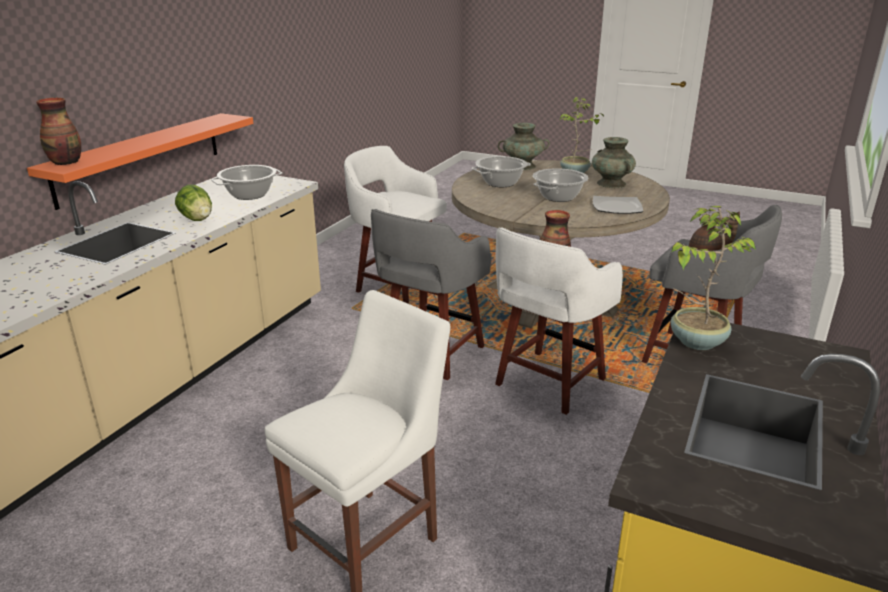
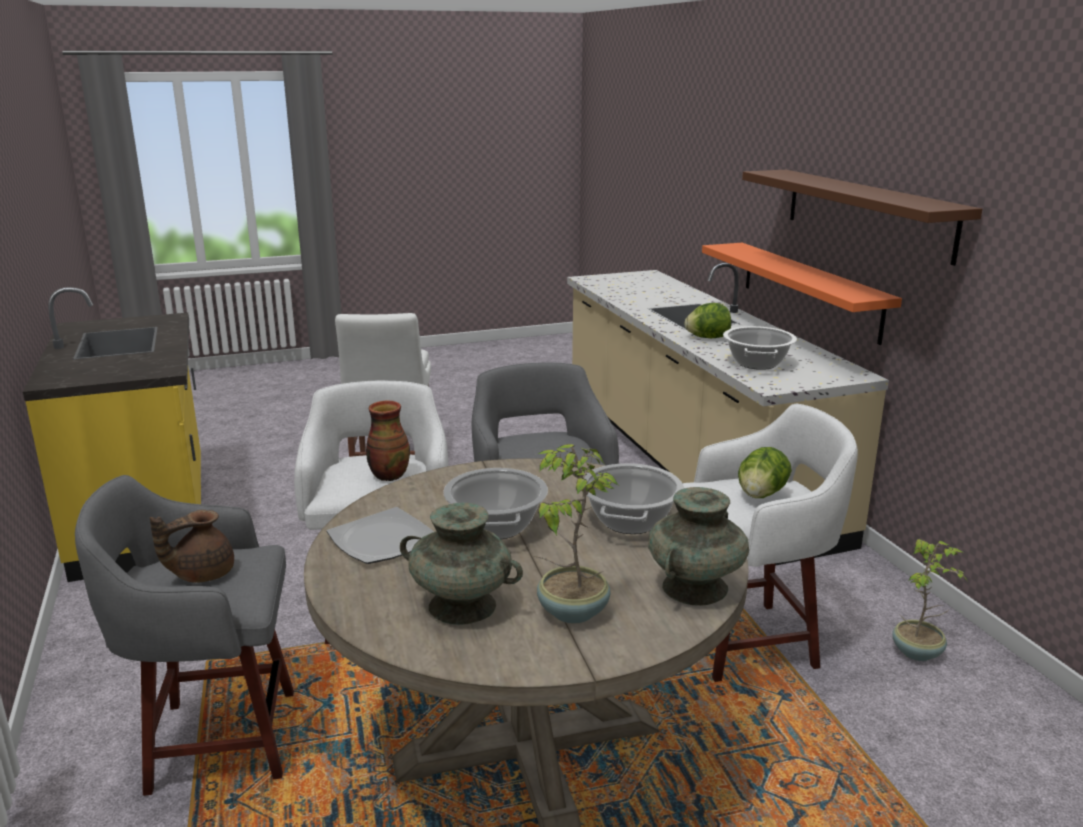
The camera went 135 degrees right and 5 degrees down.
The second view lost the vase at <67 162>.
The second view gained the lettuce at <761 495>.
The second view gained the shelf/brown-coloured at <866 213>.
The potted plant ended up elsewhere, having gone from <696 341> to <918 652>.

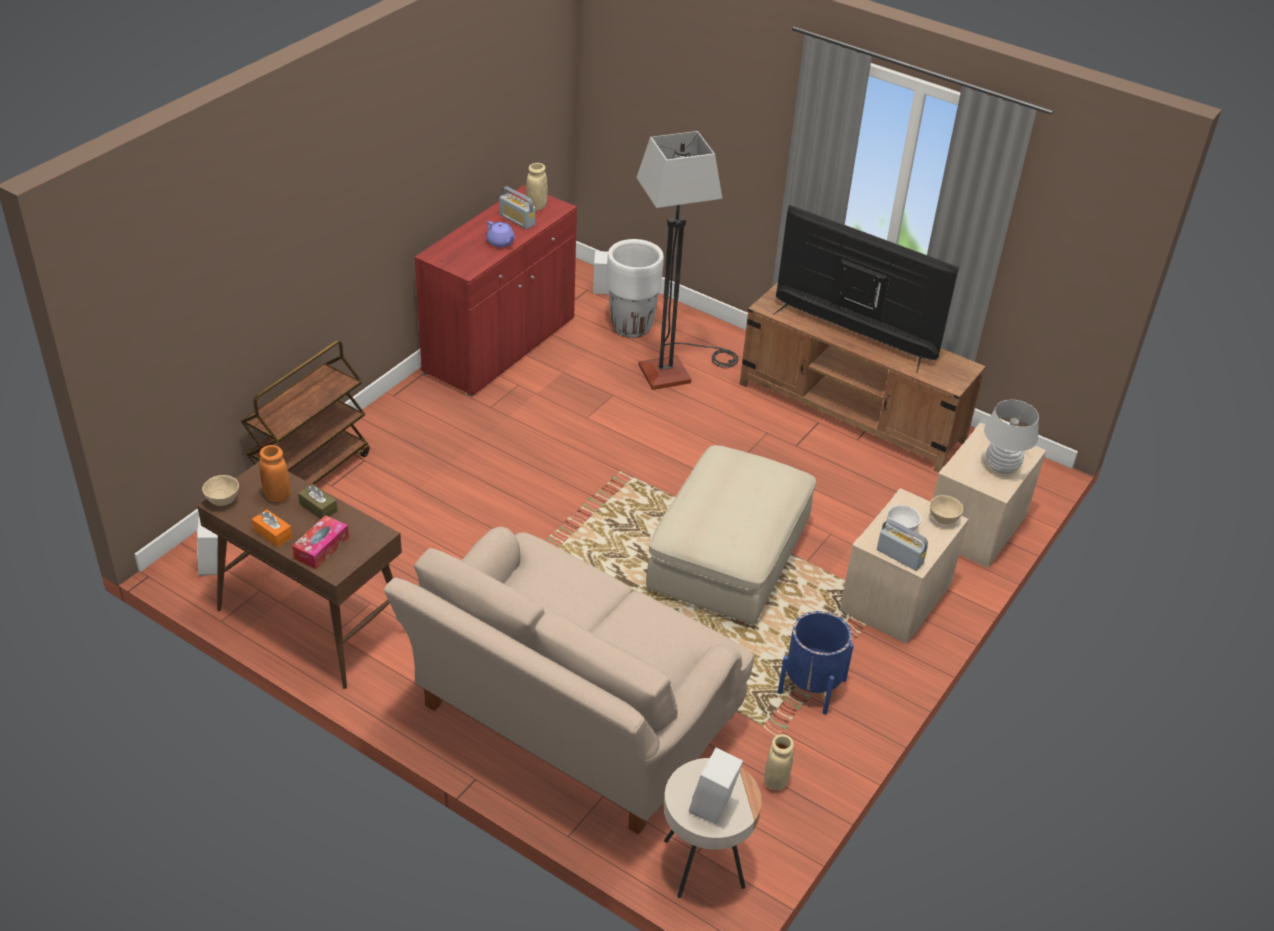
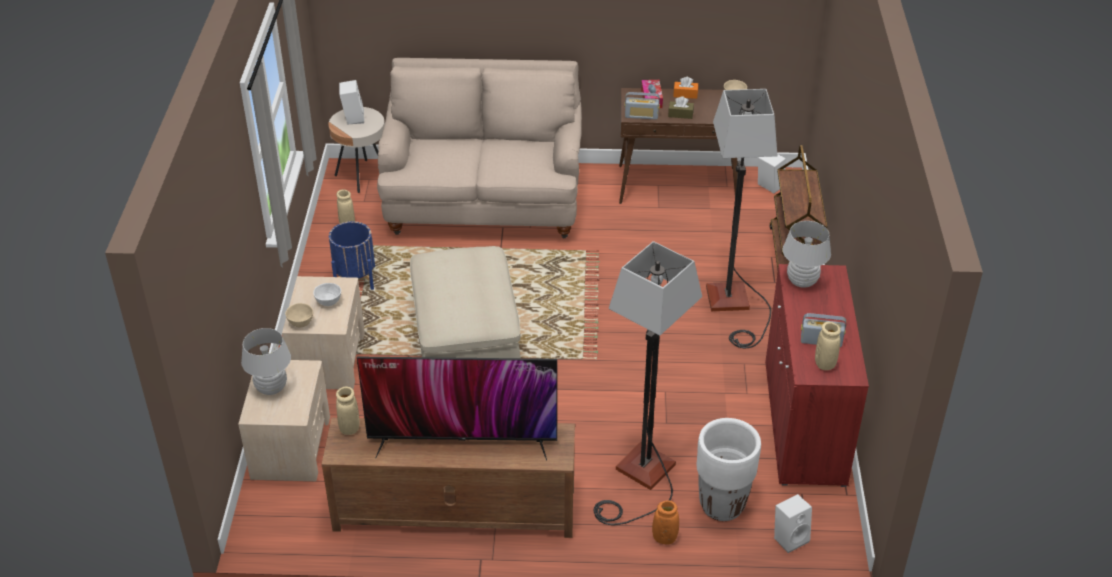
The camera went 150 degrees right and 0 degrees up.
The second view lost the pot for tea/purple at <501 242>.
The second view gained the vase/sand-coloured at <349 428>.
The second view gained the standard lamp at <733 307>.
The second view gained the table lamp/white at <802 282>.
The vase/orangey ended up elsewhere, having gone from <277 495> to <664 538>.
The radio ended up elsewhere, having gone from <899 556> to <641 116>.

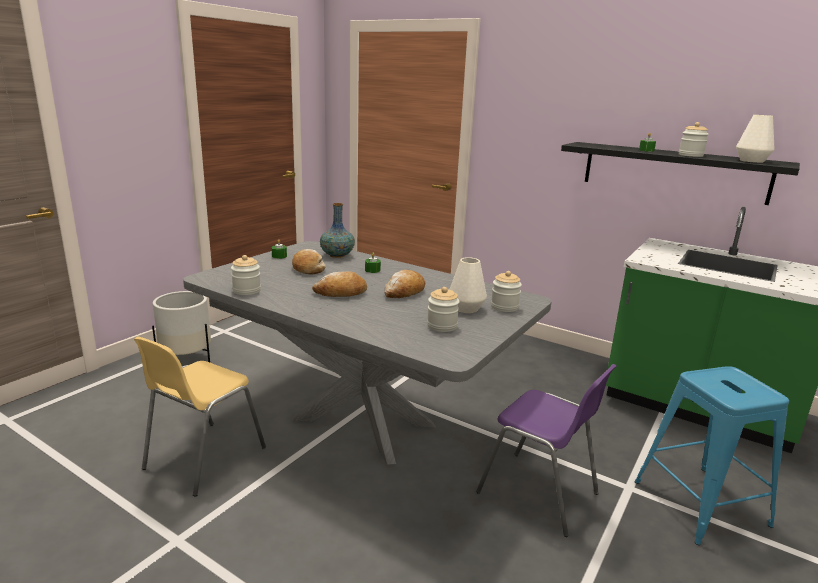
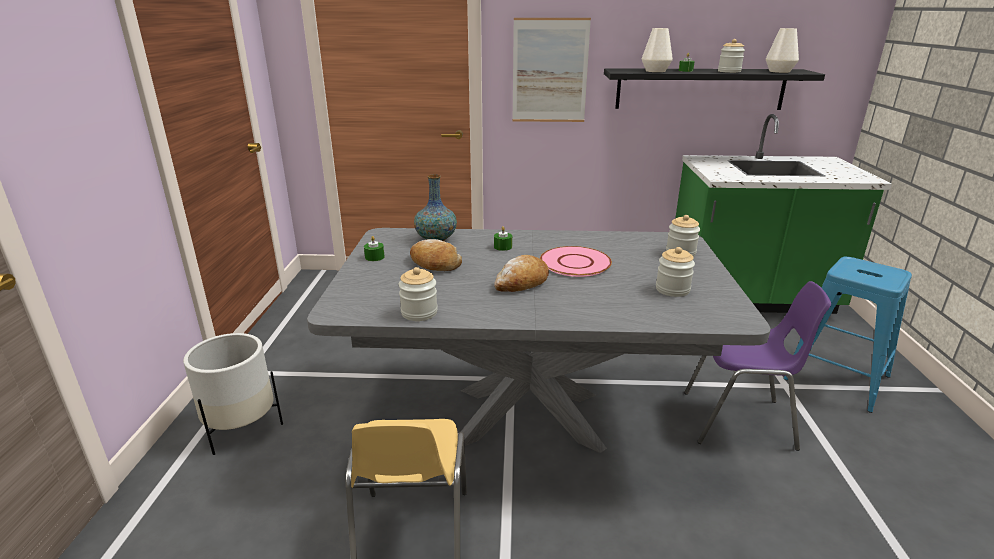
The camera went 30 degrees left and 5 degrees up.
The second view gained the wall art at <550 71>.
The vase/white ended up elsewhere, having gone from <466 308> to <655 71>.
Where the baked bread stood at <404 292>, the flat dish/pinkish came to stand at <575 263>.

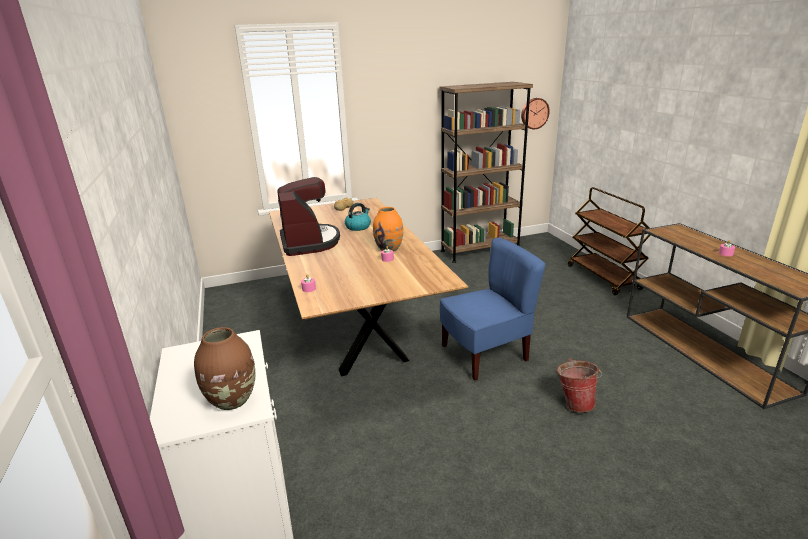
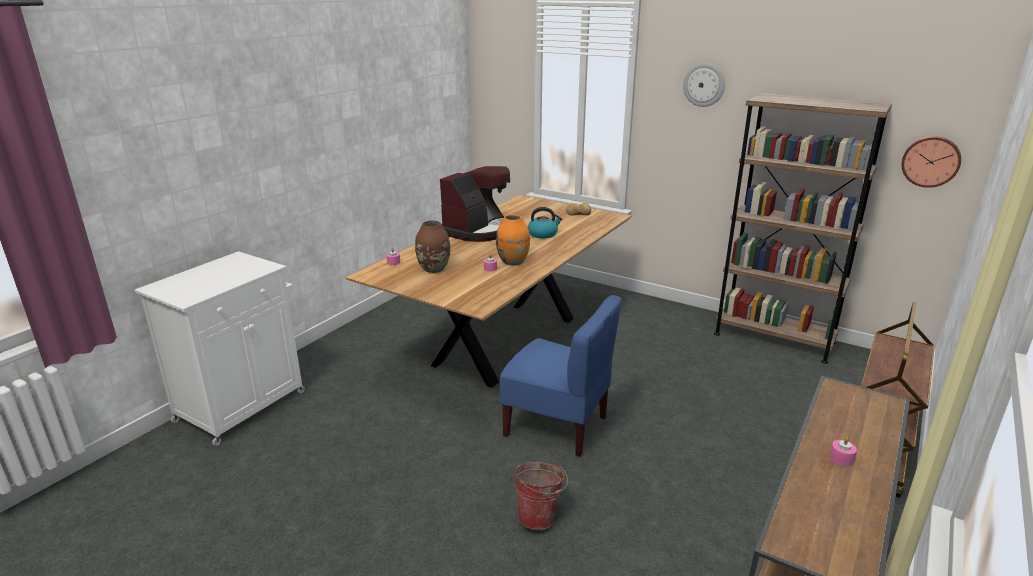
The camera went 50 degrees right and 0 degrees up.
The second view gained the wall clock at <704 85>.
The vase/brown-coloured ended up elsewhere, having gone from <232 400> to <434 269>.

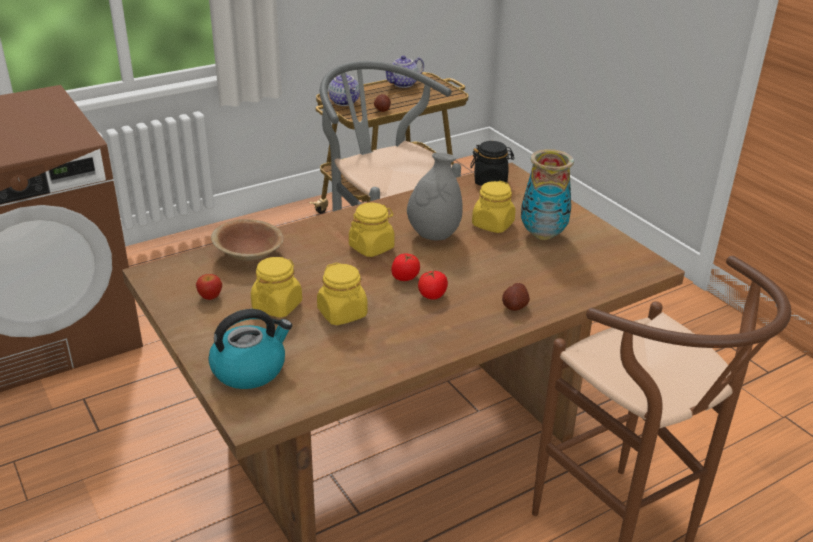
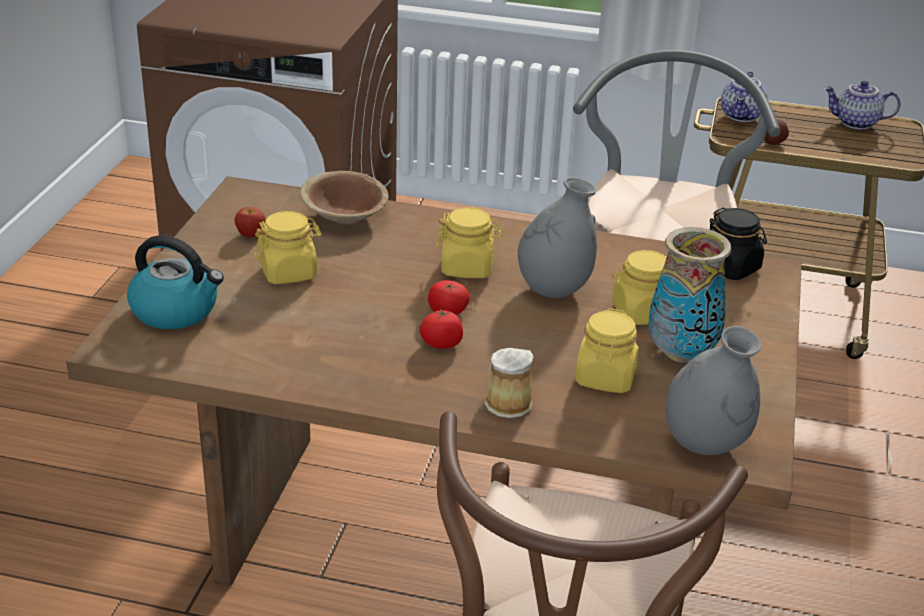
The camera went 45 degrees right and 0 degrees up.
The second view gained the vase/gray at <705 444>.
The storage jar/yellow ended up elsewhere, having gone from <342 313> to <605 378>.
Where the spud stood at <515 306>, the tea mug came to stand at <506 402>.

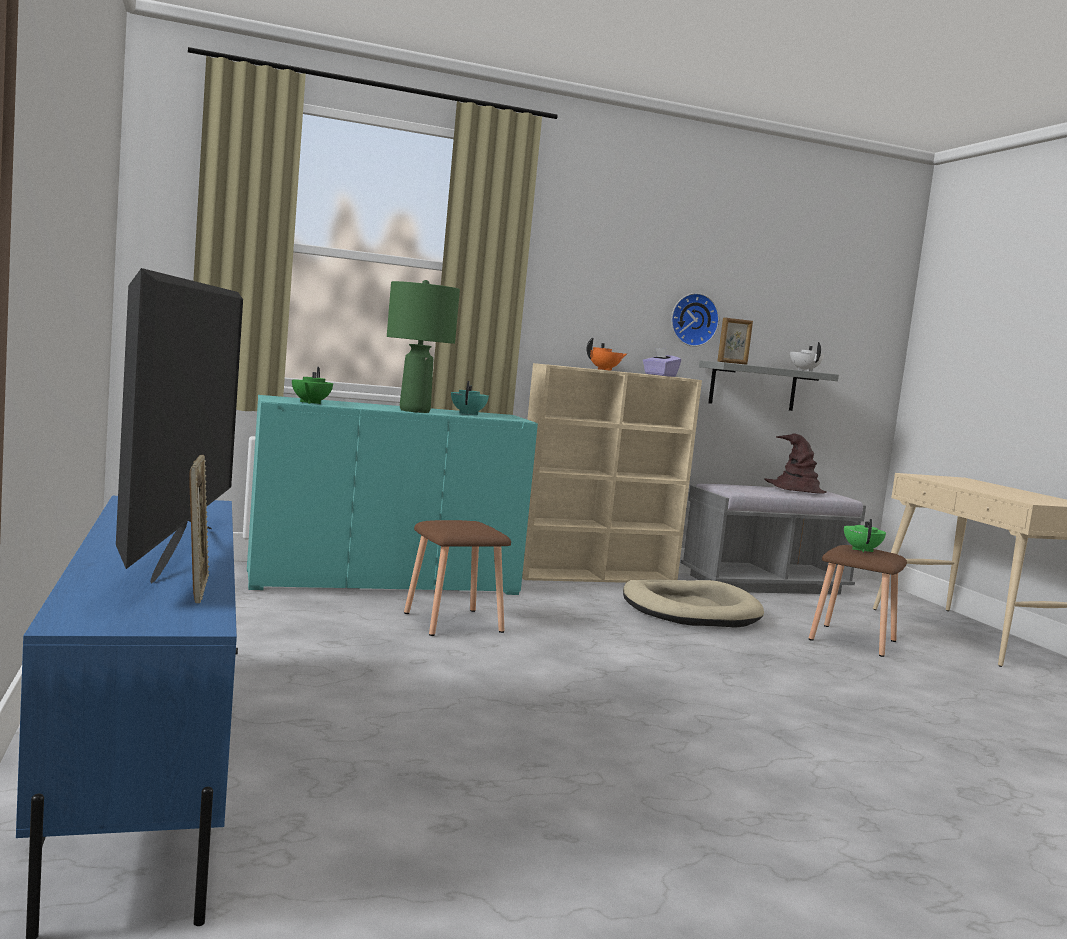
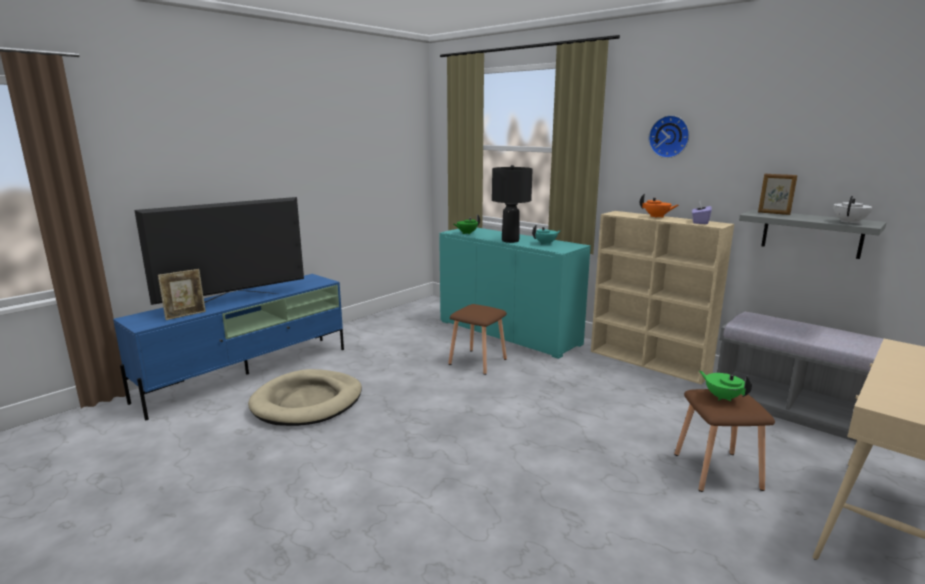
The camera went 60 degrees right and 10 degrees up.
The second view lost the wearable hat/brown-coloured at <794 489>.
The dog bed/sand-coloured ended up elsewhere, having gone from <690 610> to <308 402>.
The wall clock ended up elsewhere, having gone from <693 319> to <669 136>.
What was the table lamp/green at <415 411> turned into the table lamp/black-coloured at <510 241>.
The pot for tea/green at <862 550> ended up facing another way, 105 degrees counterclockwise from before.

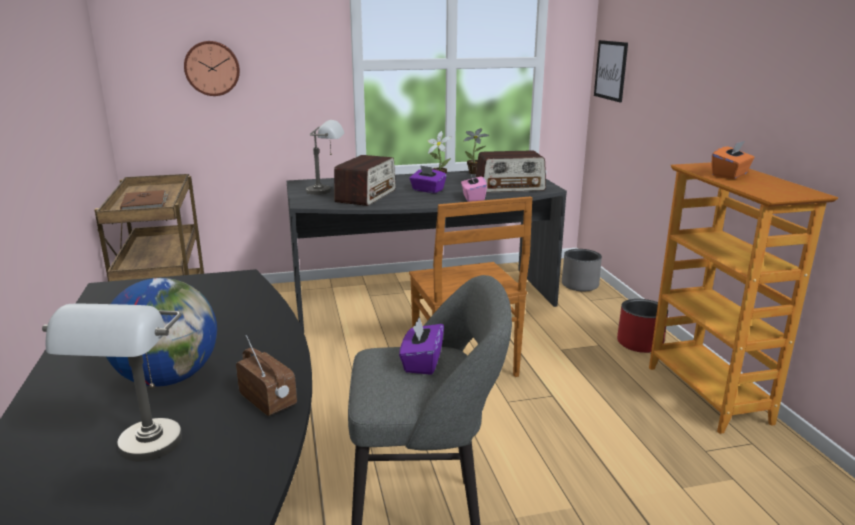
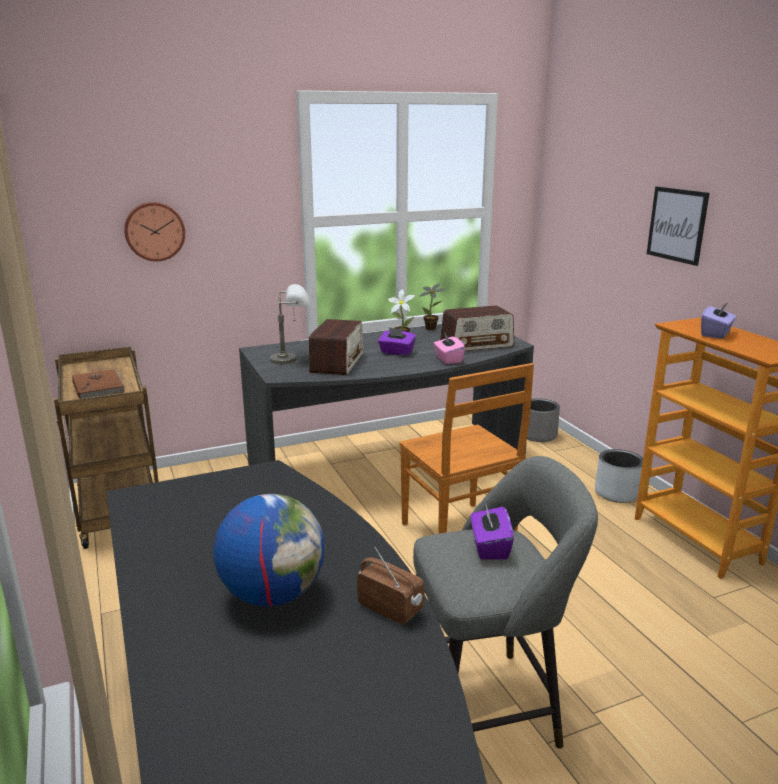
The camera went 10 degrees left and 0 degrees up.
The second view lost the table lamp/gray at <143 456>.
The wall art ended up elsewhere, having gone from <611 70> to <677 225>.
What was the planter/red-coloured at <639 343> turned into the planter/gray at <617 493>.
What was the tissue box/orangey at <730 175> turned into the tissue box/purple at <716 334>.

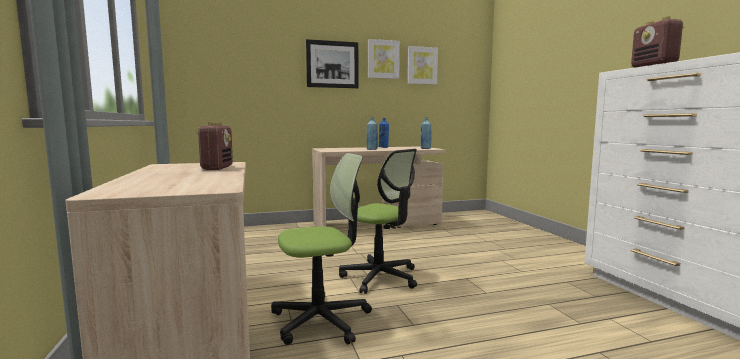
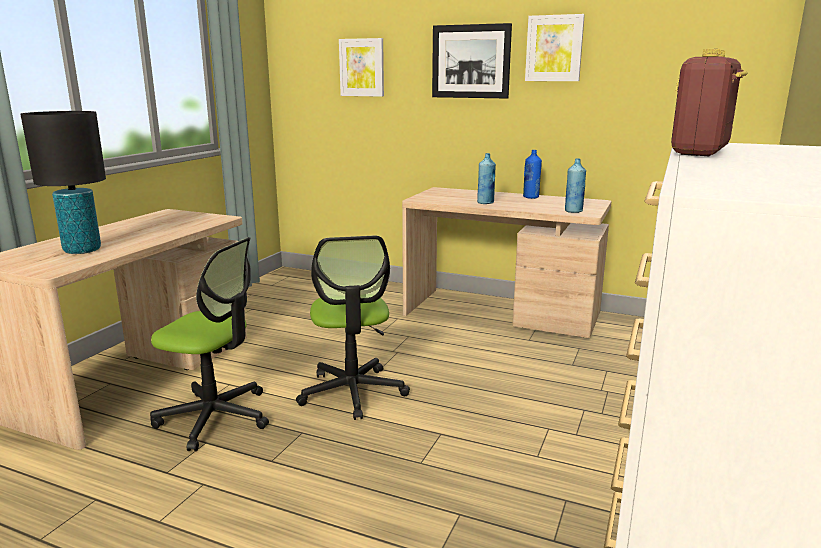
The camera went 40 degrees right and 10 degrees up.
The second view lost the radio at <217 168>.
The second view gained the table lamp/black-coloured at <82 250>.
The wall art ended up elsewhere, having gone from <422 65> to <362 67>.

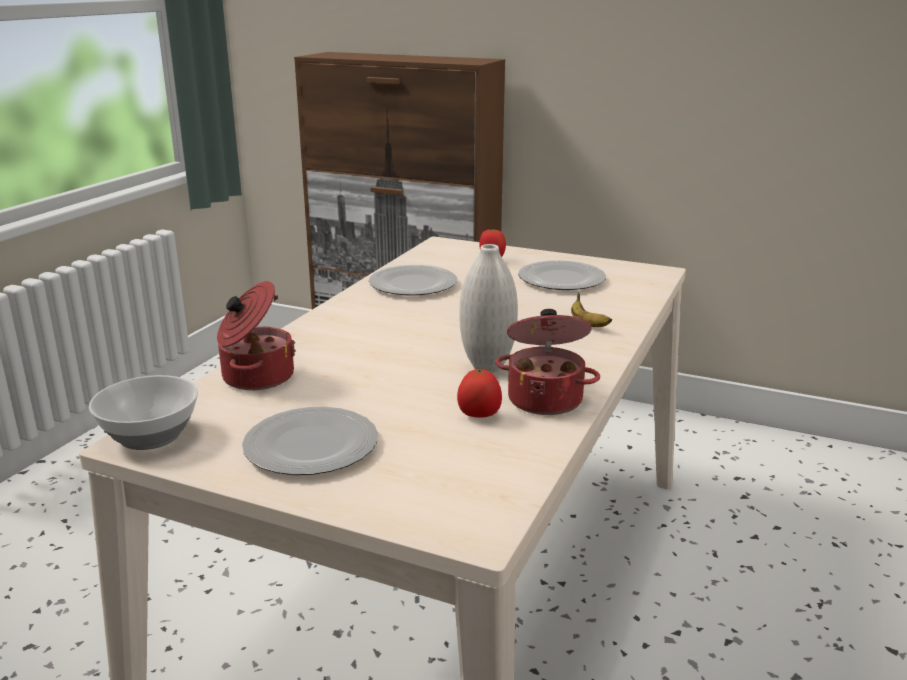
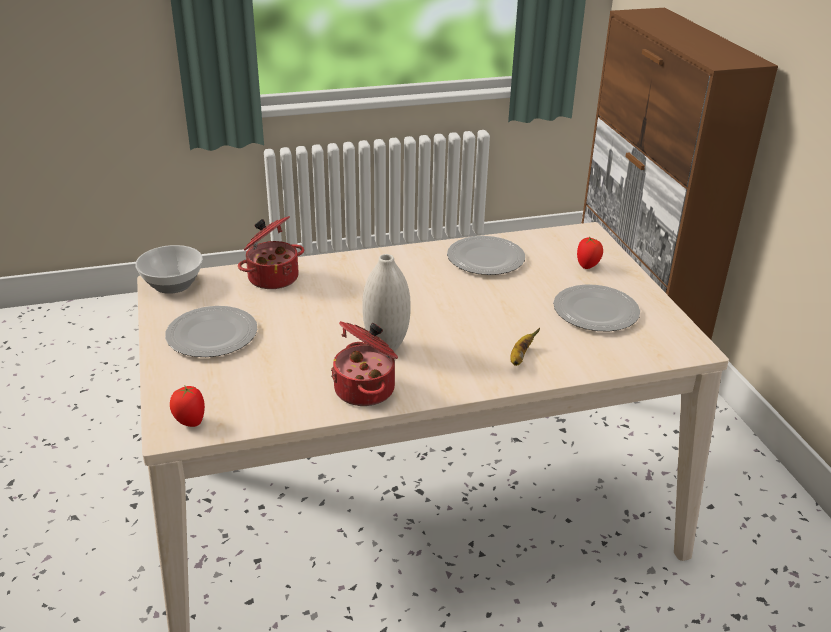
The camera went 50 degrees right and 10 degrees up.
The fresh tomato ended up elsewhere, having gone from <479 416> to <189 422>.

